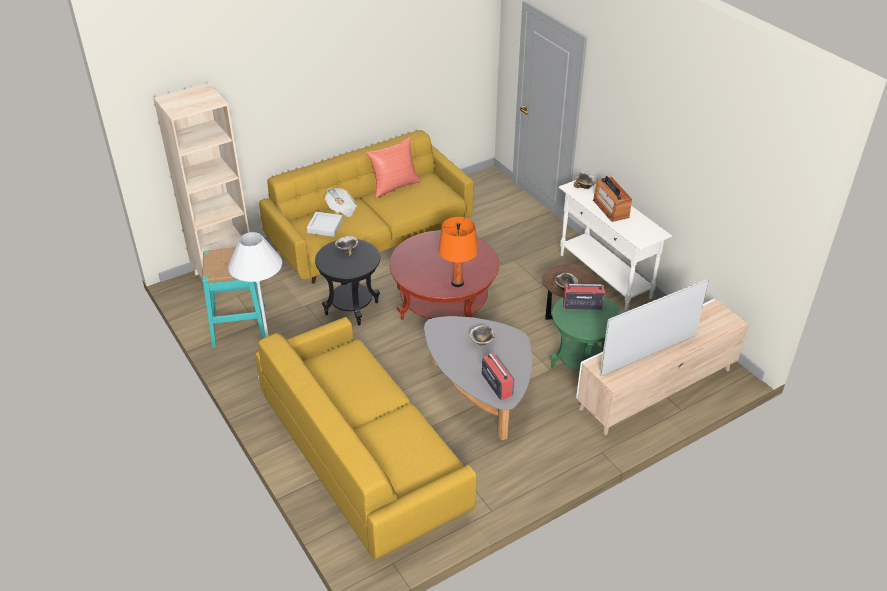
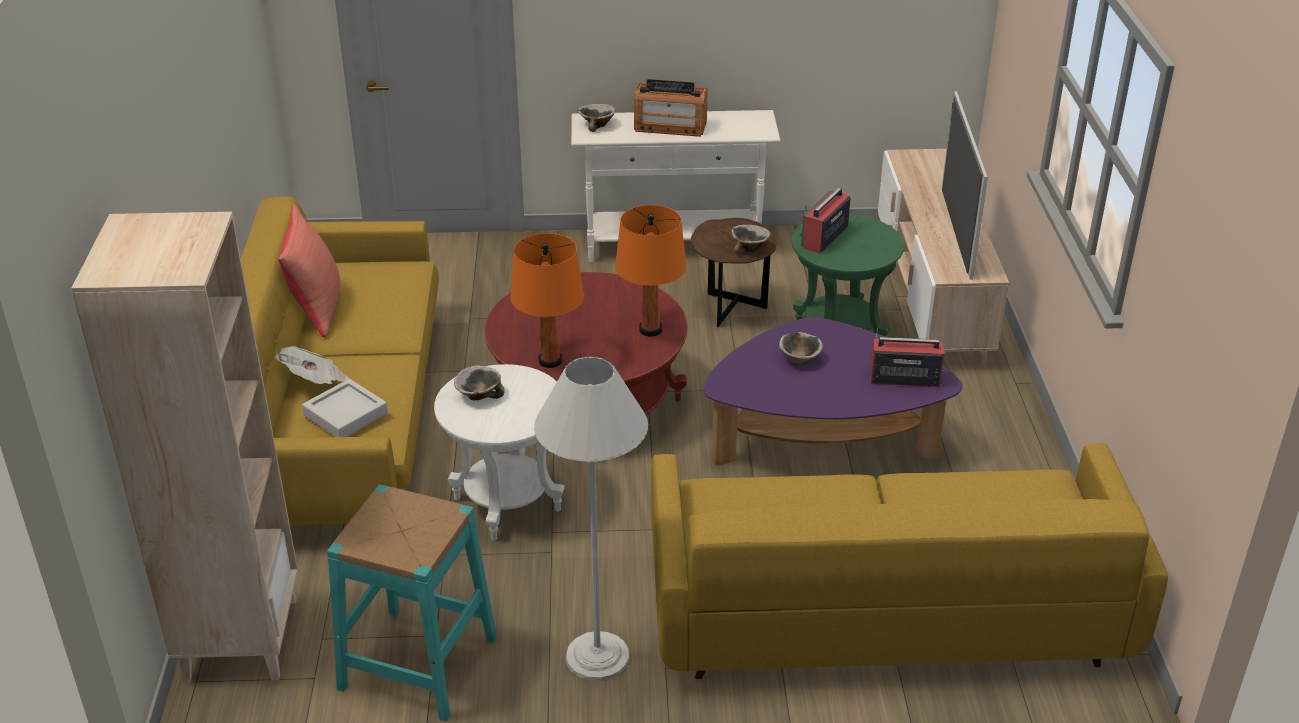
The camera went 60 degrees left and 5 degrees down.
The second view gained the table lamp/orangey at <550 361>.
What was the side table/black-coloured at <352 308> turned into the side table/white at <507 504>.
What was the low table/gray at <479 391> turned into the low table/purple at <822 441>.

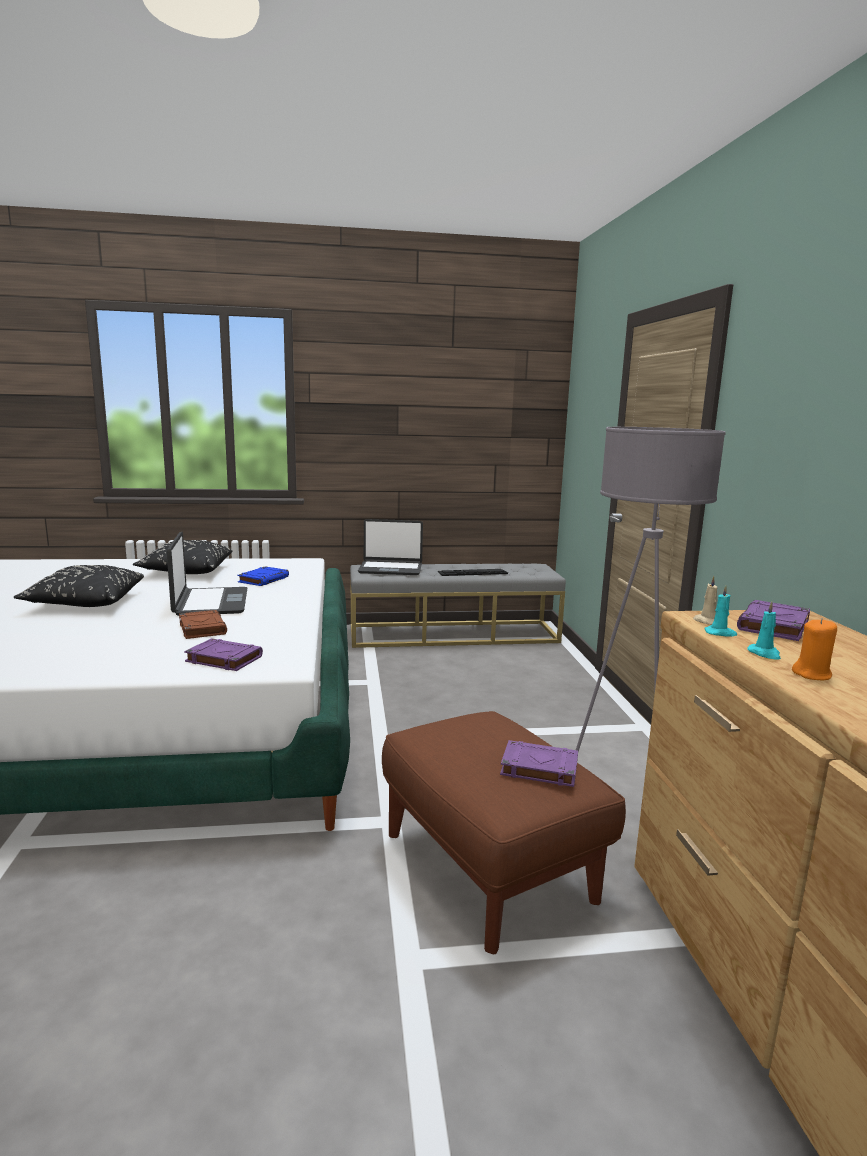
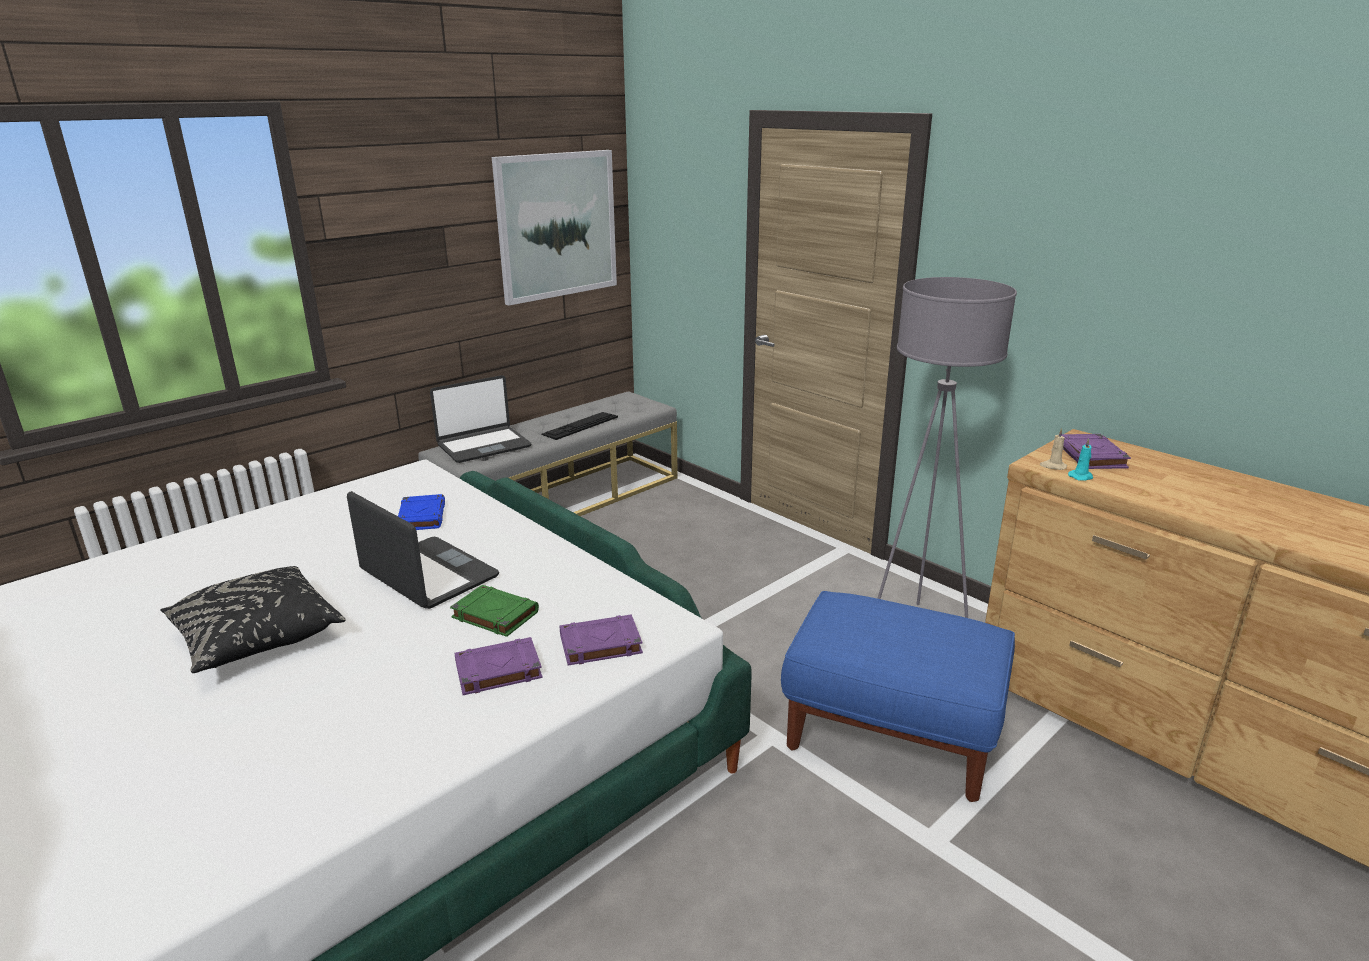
The camera went 35 degrees left and 10 degrees up.
The second view lost the pillow/black-coloured at <186 572>.
The second view lost the candle/blue-green at <764 654>.
The second view lost the candle/orangey at <812 674>.
The second view gained the wall art at <557 225>.
The book/purple ended up elsewhere, having gone from <538 768> to <497 671>.
What was the book/brown-coloured at <202 628> turned into the book/green at <494 615>.
What was the ottoman/brown-coloured at <489 868> turned into the ottoman/bluish at <892 735>.

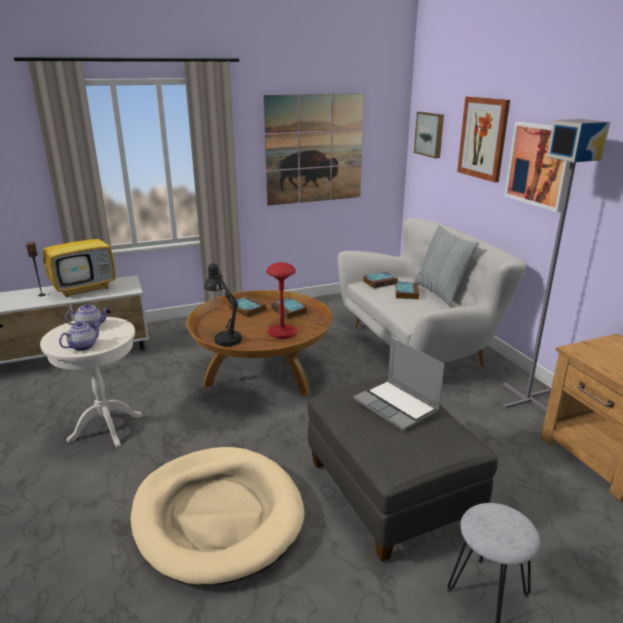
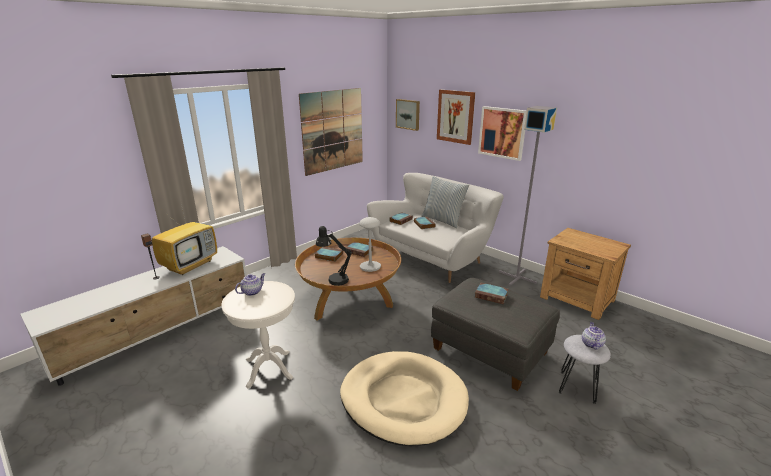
The camera went 25 degrees left and 0 degrees up.
The pot for tea ended up elsewhere, having gone from <83 346> to <591 344>.
Where the portable computer stood at <397 406>, the book came to stand at <492 295>.
What was the table lamp/red-coloured at <282 332> turned into the table lamp/gray at <370 267>.

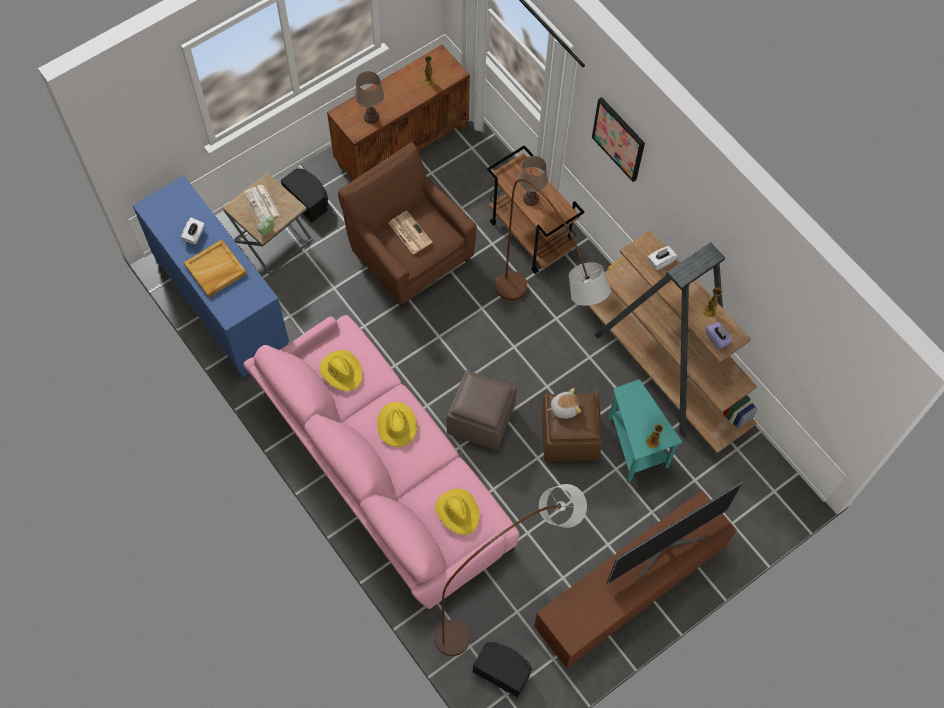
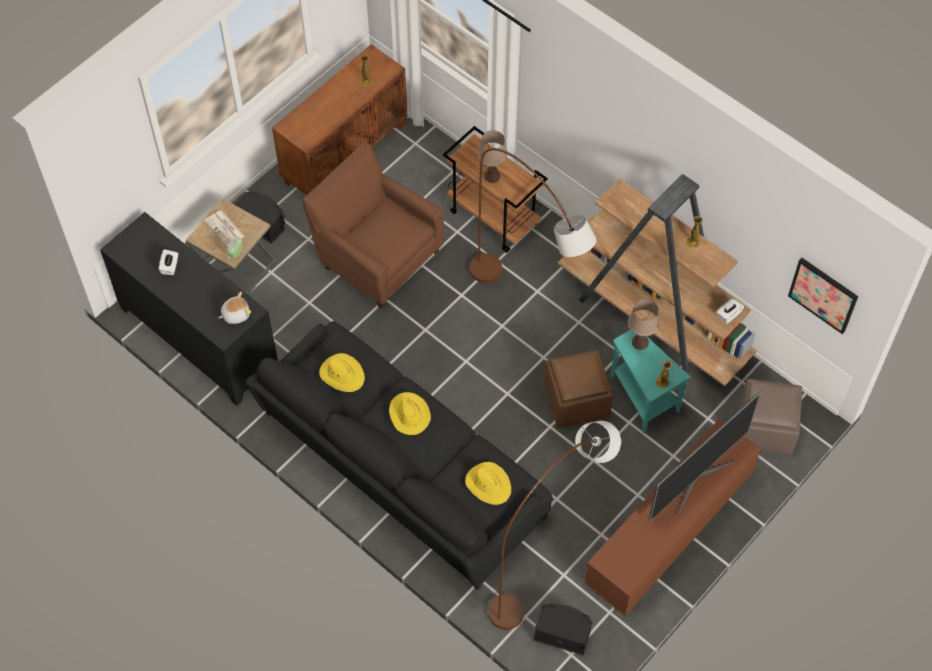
The camera went 10 degrees left and 5 degrees down.
The second view lost the tray/sand-coloured at <215 270>.
The second view lost the daily paper at <409 232>.
The second view lost the tissue box/purple at <717 339>.
The table lamp/brown-coloured ended up elsewhere, having gone from <371 117> to <640 342>.
The ottoman/brown-coloured ended up elsewhere, having gone from <481 419> to <766 427>.
The cuddly toy ended up elsewhere, having gone from <564 408> to <235 314>.
The wall art ended up elsewhere, having gone from <619 139> to <823 294>.
The tissue box/white ended up elsewhere, having gone from <660 261> to <728 315>.
What was the storage cabinet/bluish at <220 304> turned into the storage cabinet/black-coloured at <198 338>.
What was the settee/pinkish at <383 470> turned into the settee/black-coloured at <400 467>.

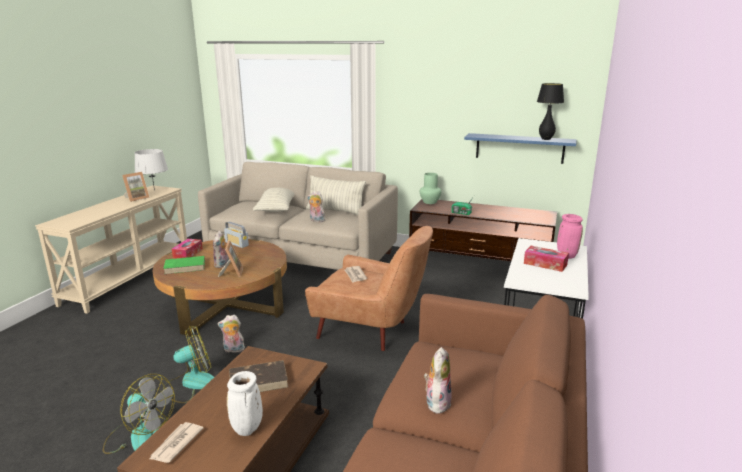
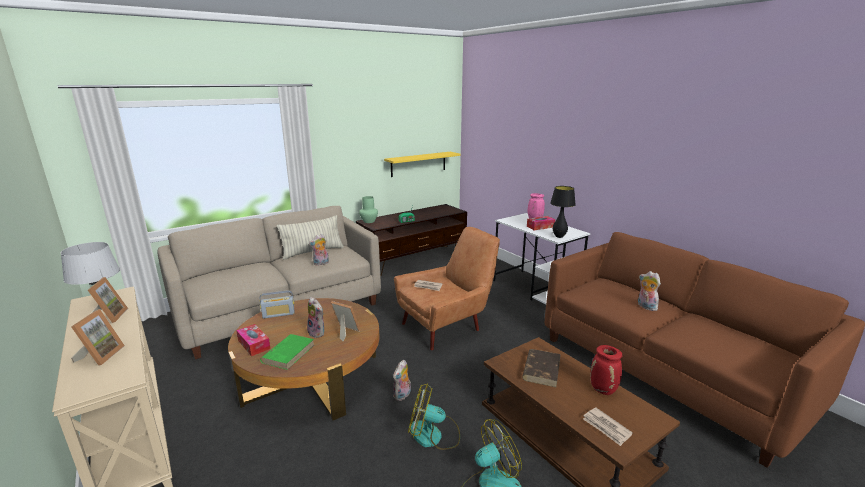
The camera went 55 degrees left and 0 degrees up.
The second view lost the pillow at <276 209>.
The second view gained the standing frame at <100 355>.
The table lamp/black-coloured ended up elsewhere, having gone from <546 139> to <559 236>.
What was the vase/white at <247 429> turned into the vase/red-coloured at <603 390>.
What was the shelf/bluish at <519 148> turned into the shelf/yellow at <418 164>.
The fan at <190 384> ended up facing another way, 90 degrees counterclockwise from before.

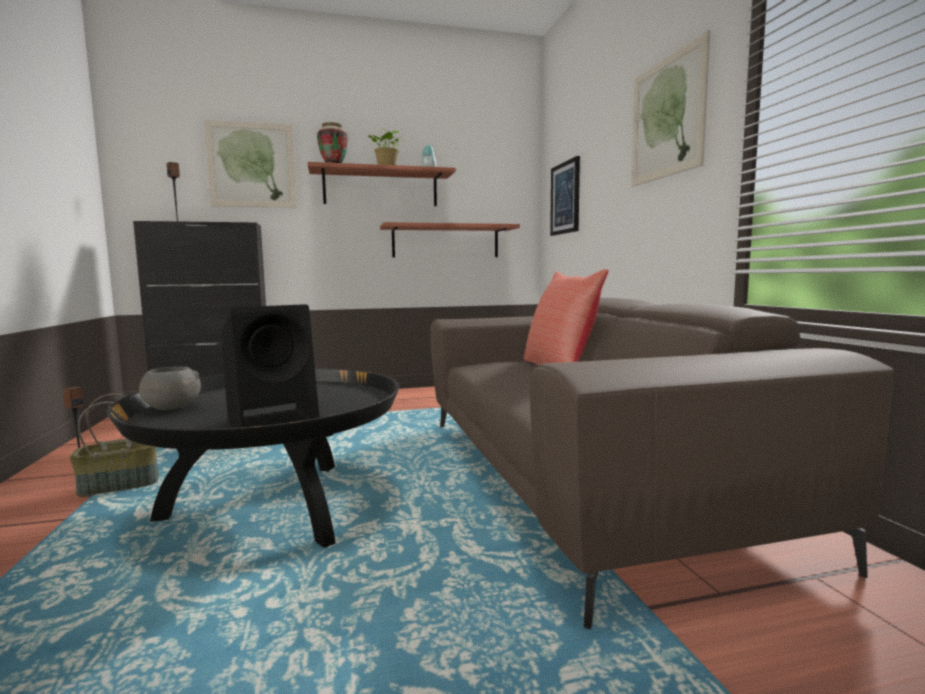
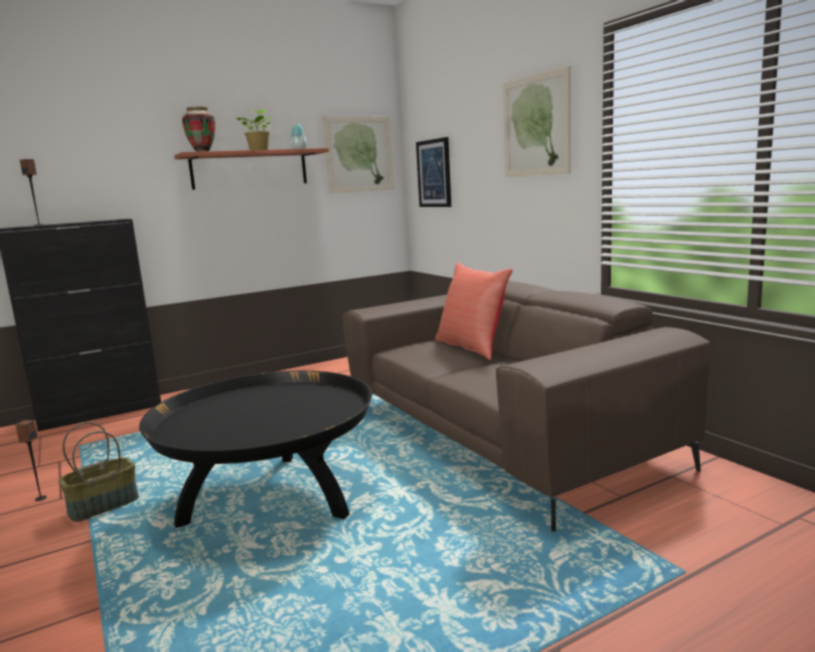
The camera went 15 degrees left and 5 degrees up.
The second view lost the serving bowl/gray at <171 407>.
The second view lost the speaker/black-coloured at <275 422>.
The second view lost the shelf at <446 242>.
The wall art ended up elsewhere, having gone from <251 165> to <359 154>.

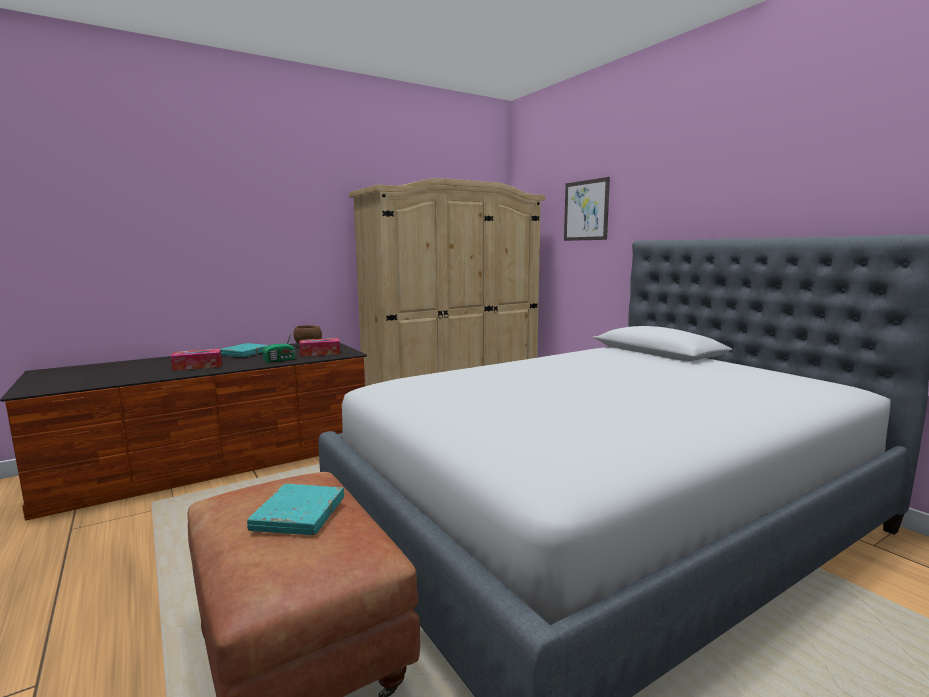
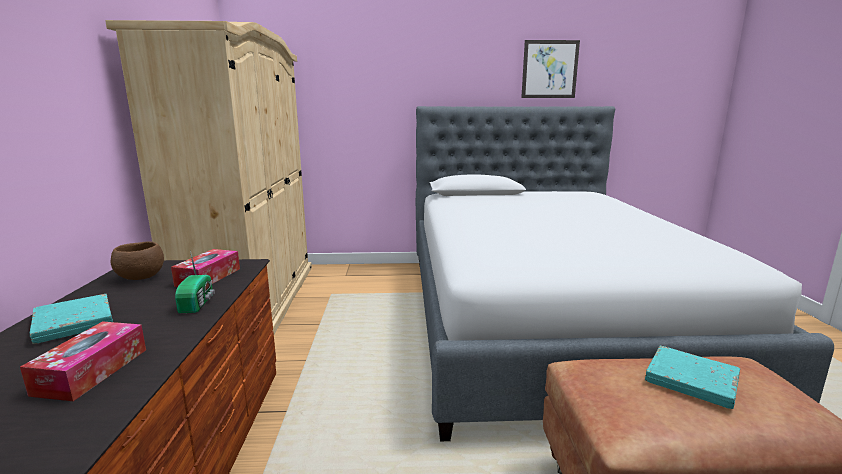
The camera went 60 degrees left and 5 degrees up.
The wall art ended up elsewhere, having gone from <586 210> to <549 69>.

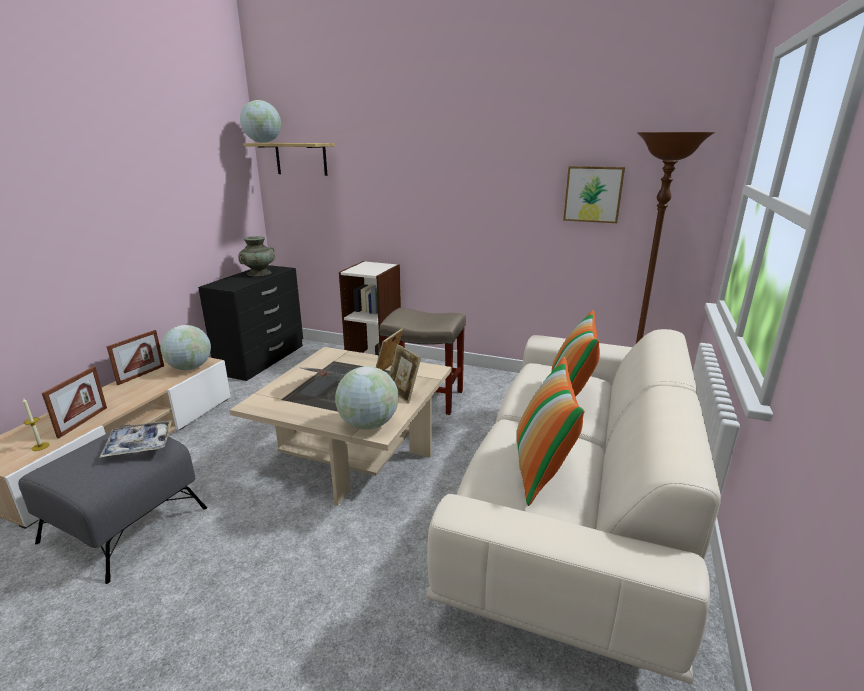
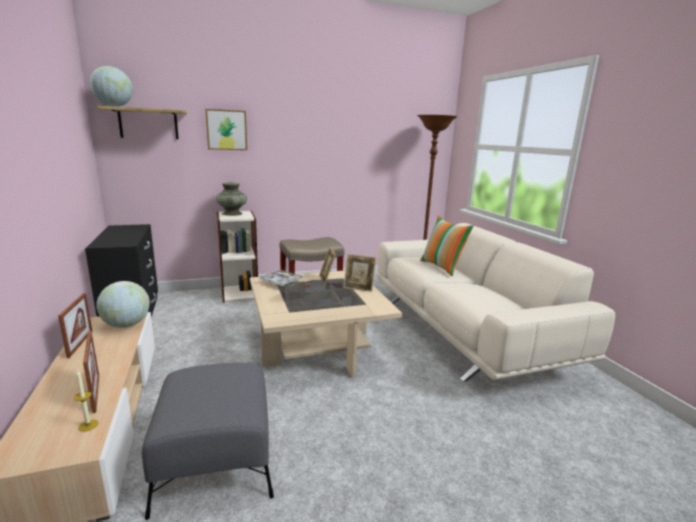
The camera went 40 degrees left and 5 degrees down.
The second view lost the world globe at <368 424>.
The second view lost the pillow at <542 471>.
The tray ended up elsewhere, having gone from <139 444> to <281 282>.
The vase/blue-green ended up elsewhere, having gone from <259 273> to <232 213>.
The wall art ended up elsewhere, having gone from <593 194> to <226 130>.

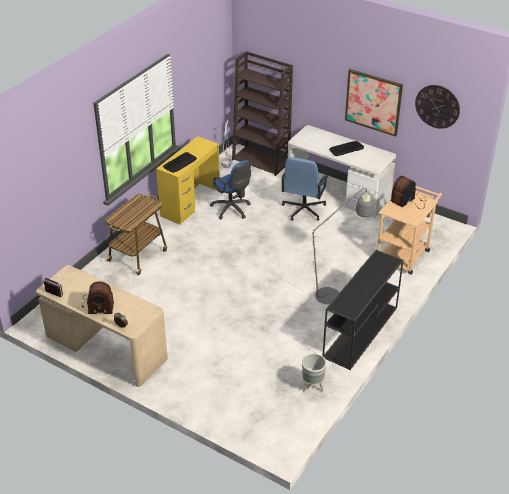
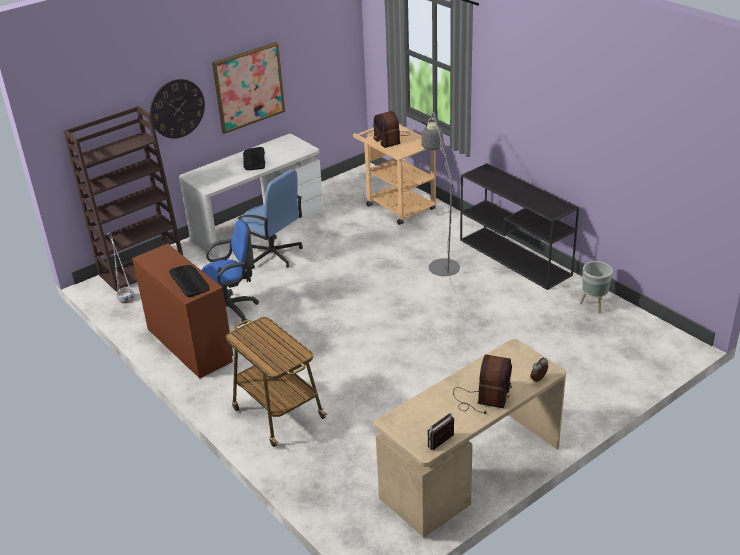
The camera went 70 degrees left and 5 degrees down.
The wall clock ended up elsewhere, having gone from <437 106> to <177 108>.
What was the desk/yellow at <190 203> turned into the desk/brown-coloured at <189 345>.

